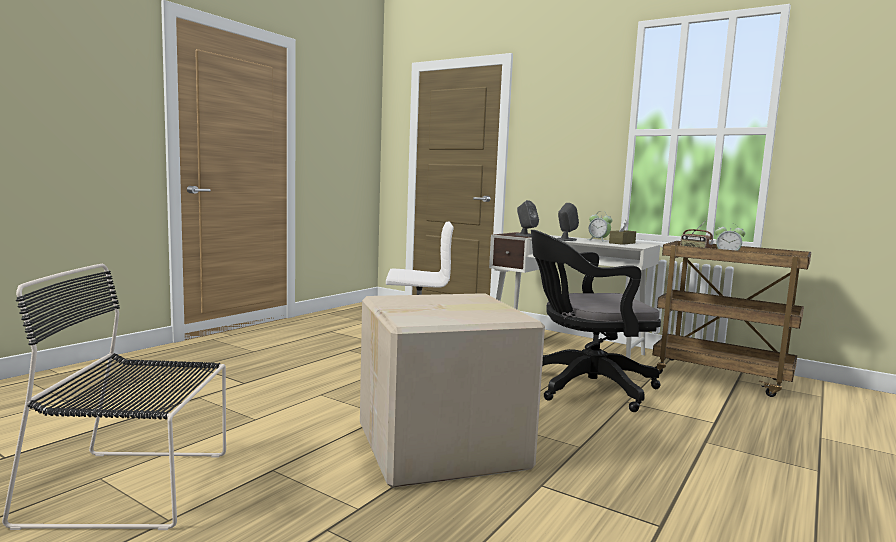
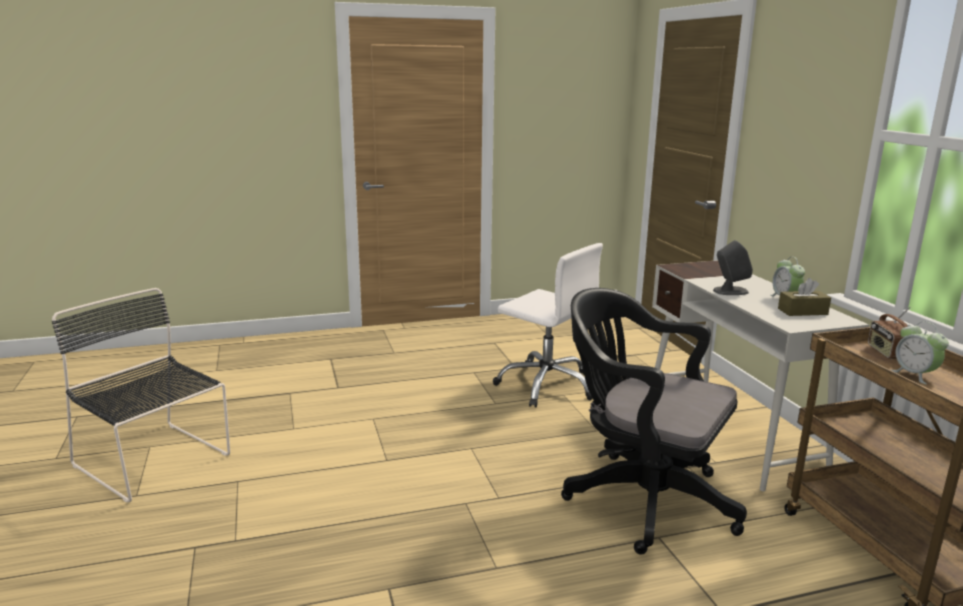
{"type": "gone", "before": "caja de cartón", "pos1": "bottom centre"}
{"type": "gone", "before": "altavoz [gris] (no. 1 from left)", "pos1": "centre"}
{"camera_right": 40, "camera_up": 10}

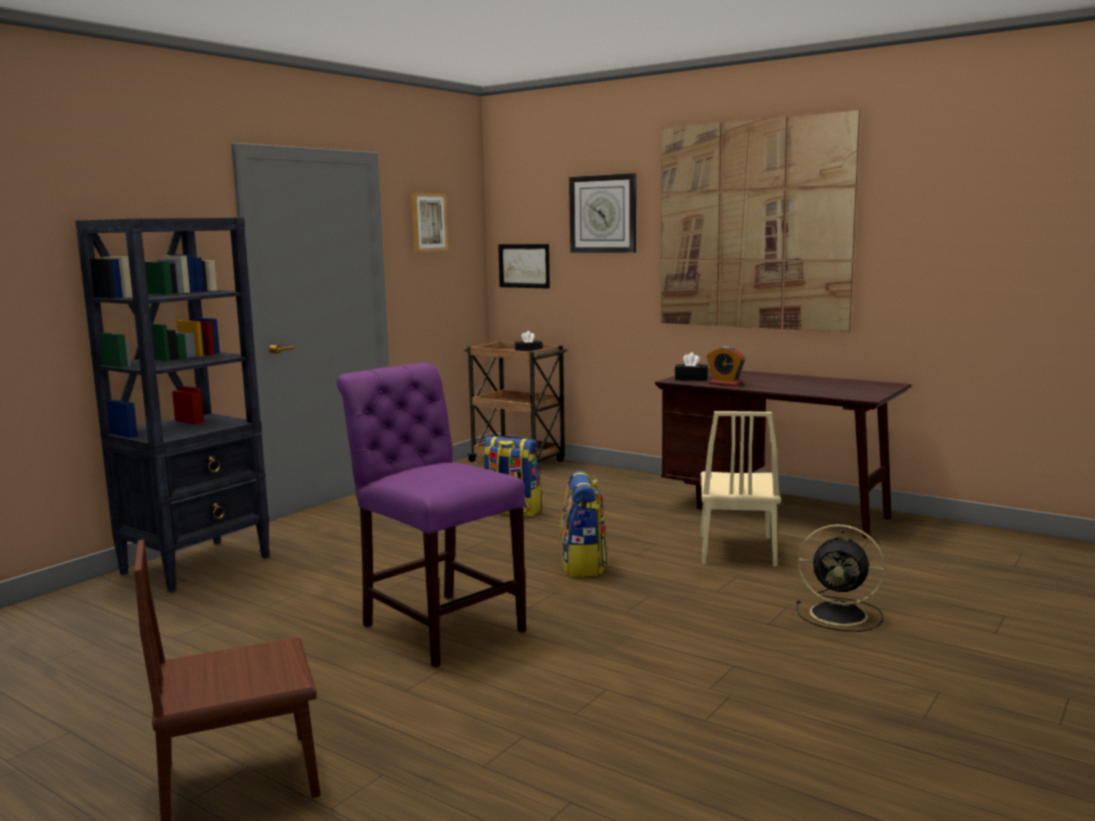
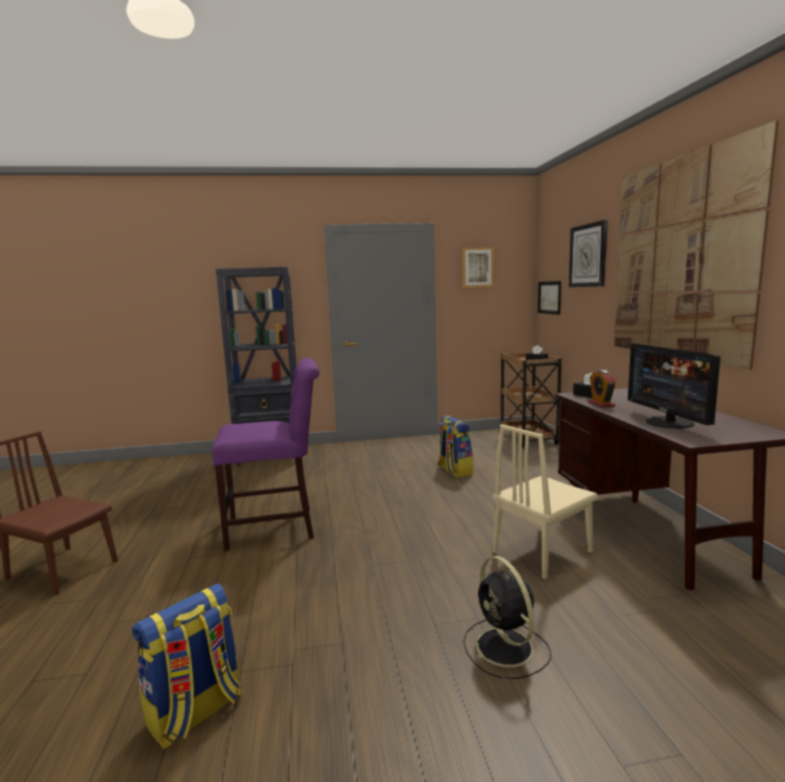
{"type": "rotated", "before": "silla [morado]", "pos1": "centre", "pos2": "centre", "turn": 75}
{"type": "shifted", "before": "mochila (no. 2 from left in the first image)", "after": "mochila (no. 1 from left)", "pos1": "centre", "pos2": "bottom left"}
{"type": "new", "after": "monitor", "pos2": "middle right"}
{"camera_right": 45, "camera_up": 0}

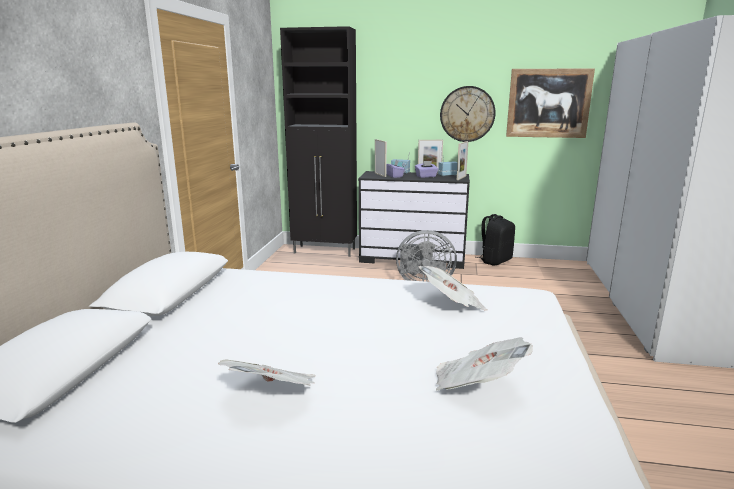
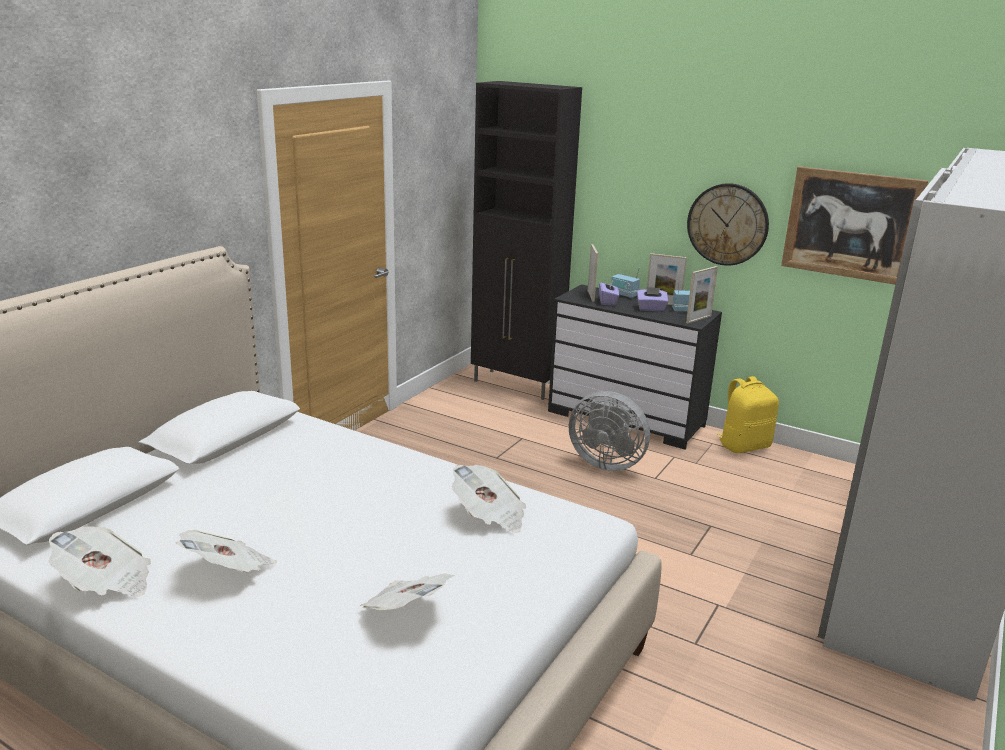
{"type": "repainted", "before": "mochila [negro]", "after": "mochila [amarillo]", "pos1": "middle right", "pos2": "middle right"}
{"type": "new", "after": "periódico (no. 1 from left)", "pos2": "bottom left"}
{"camera_right": 20, "camera_up": 5}

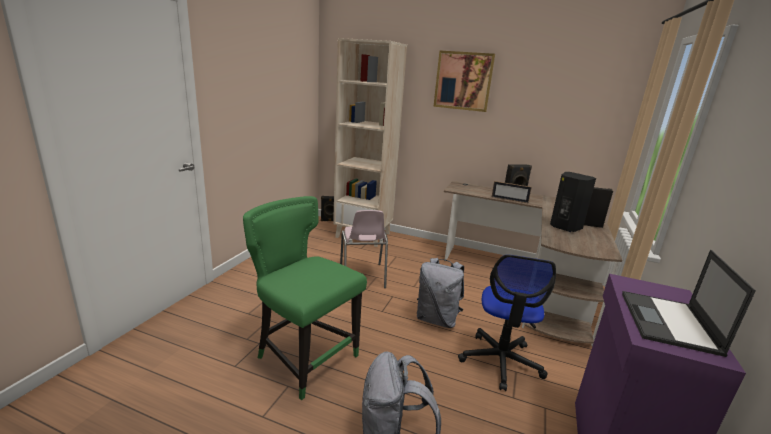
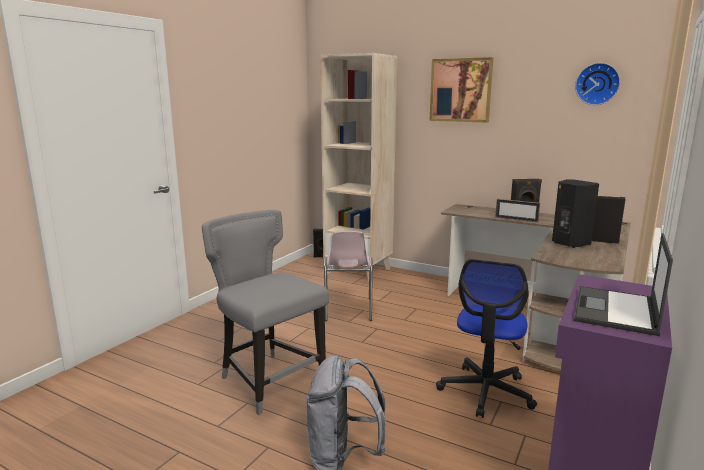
{"type": "repainted", "before": "silla [verde]", "after": "silla [gris]", "pos1": "bottom centre", "pos2": "centre"}
{"type": "gone", "before": "mochila [gris] (no. 2 from left)", "pos1": "bottom centre"}
{"type": "new", "after": "reloj de pared", "pos2": "top right"}
{"camera_right": 10, "camera_up": -5}

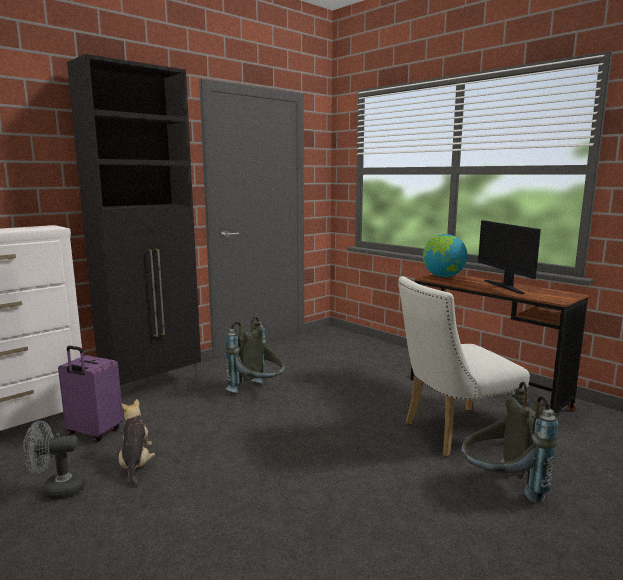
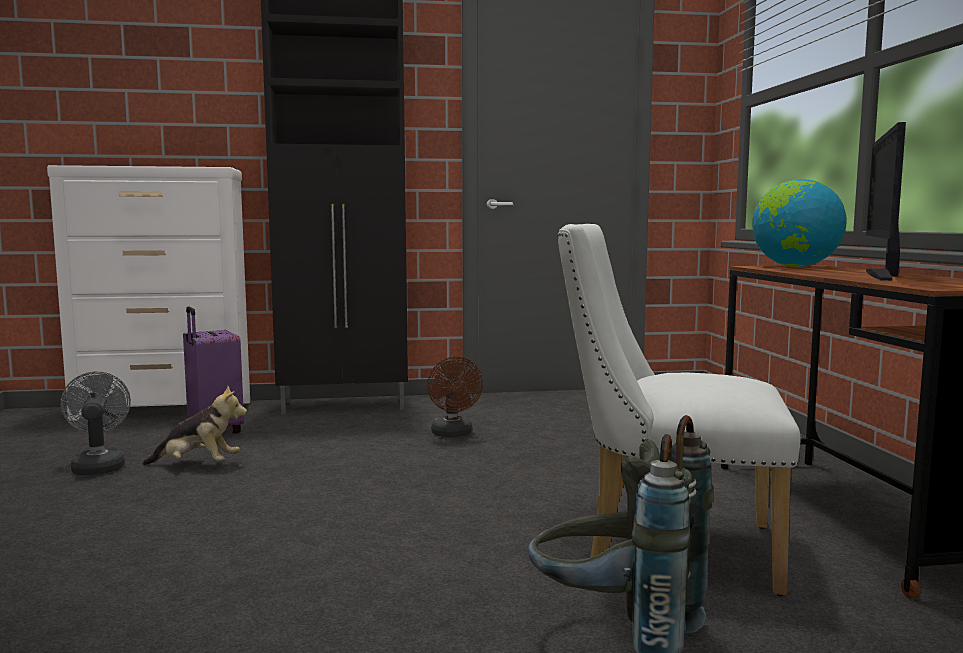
{"type": "rotated", "before": "ventilador [gris]", "pos1": "bottom left", "pos2": "middle left", "turn": 45}
{"type": "rotated", "before": "peluche", "pos1": "bottom left", "pos2": "middle left", "turn": 75}
{"type": "swapped", "before": "mochila [gris] (no. 1 from left)", "after": "ventilador [marrón]", "pos1": "centre", "pos2": "centre"}
{"camera_right": 35, "camera_up": -5}

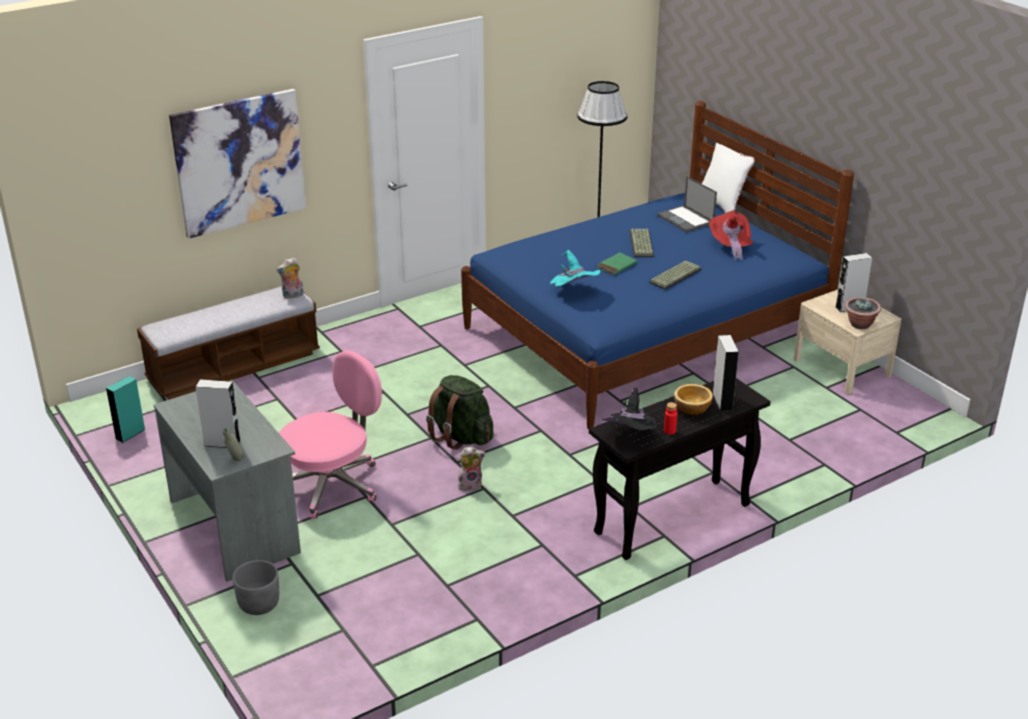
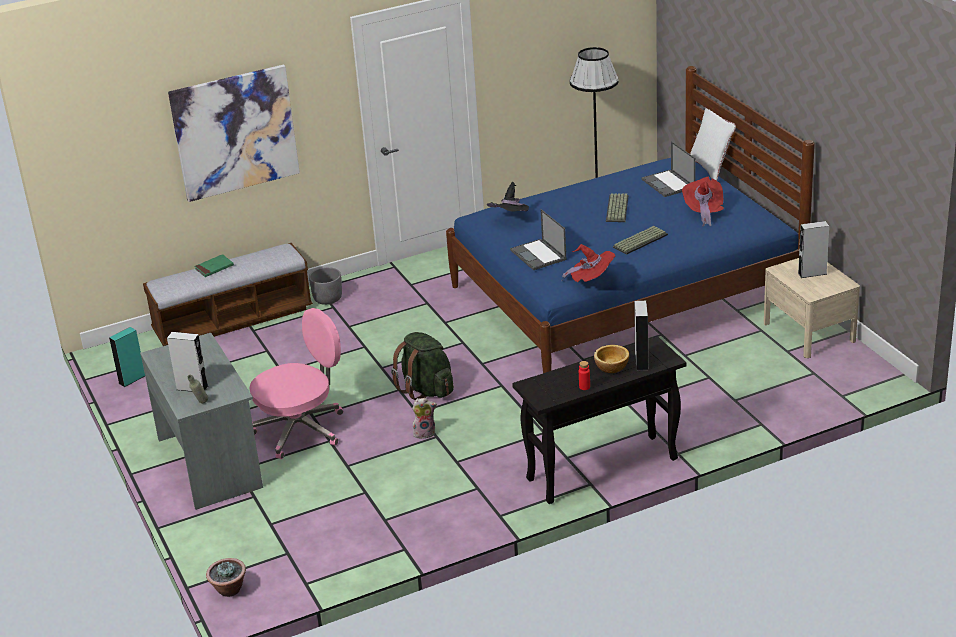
{"type": "shifted", "before": "maceta [gris]", "pos1": "bottom left", "pos2": "centre"}
{"type": "gone", "before": "peluche (no. 1 from left)", "pos1": "middle left"}
{"type": "swapped", "before": "sombrero [turquesa]", "after": "portátil (no. 1 from left)", "pos1": "centre", "pos2": "centre"}
{"type": "shifted", "before": "libro [verde]", "pos1": "centre", "pos2": "middle left"}
{"type": "shifted", "before": "sombrero [negro]", "pos1": "centre", "pos2": "top centre"}
{"type": "shifted", "before": "planta en maceta", "pos1": "middle right", "pos2": "bottom left"}
{"type": "new", "after": "sombrero [rojo] (no. 1 from left)", "pos2": "centre"}
{"camera_right": 10, "camera_up": 0}

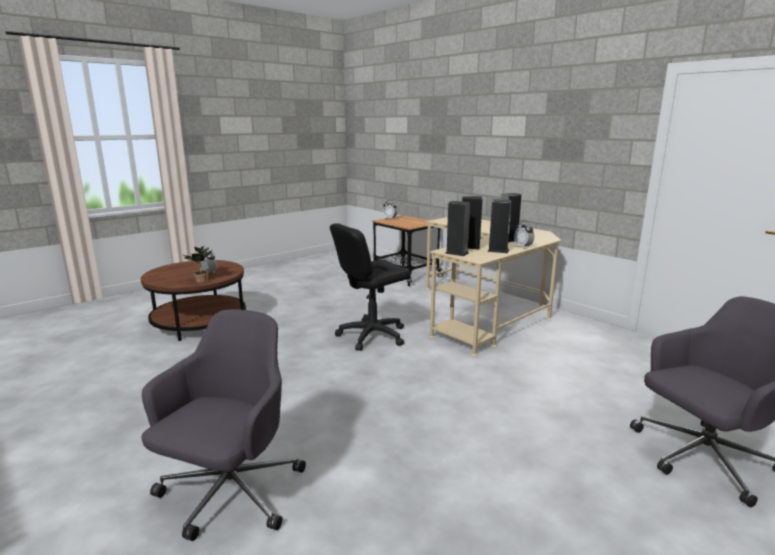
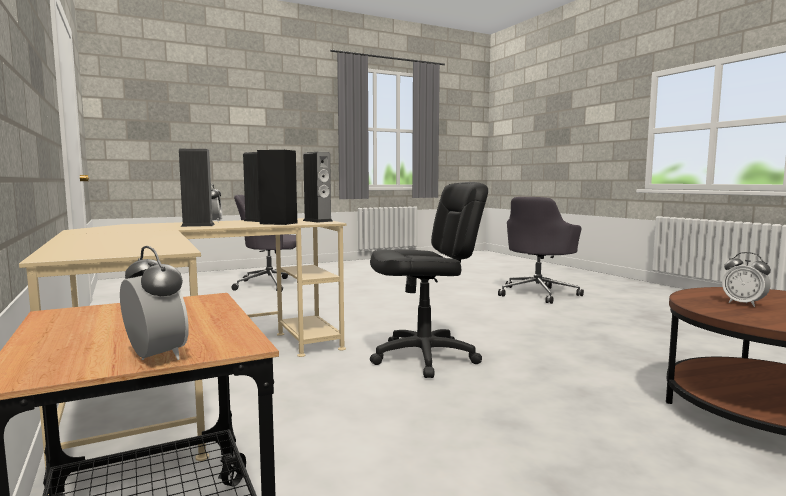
{"type": "gone", "before": "planta en maceta", "pos1": "middle left"}
{"camera_right": -165, "camera_up": -10}

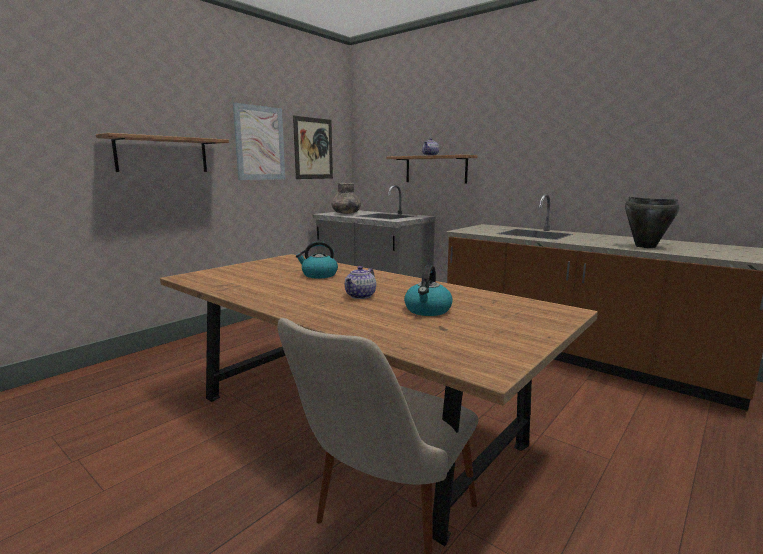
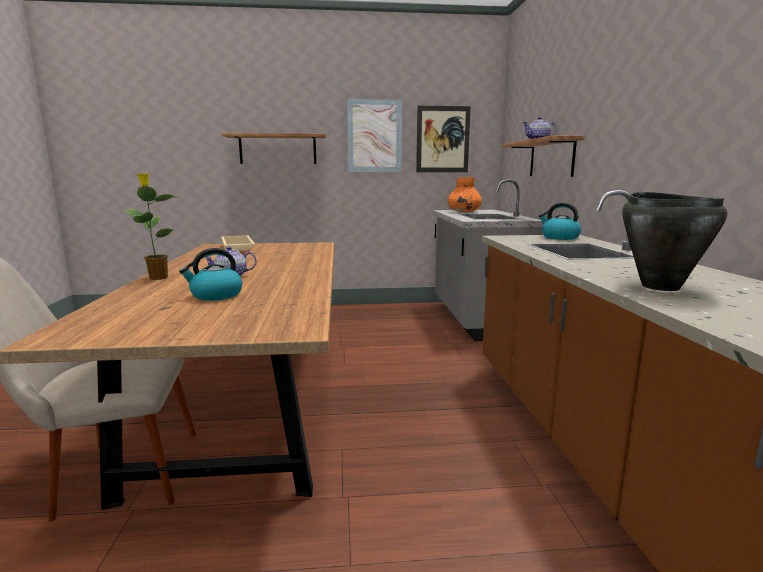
{"type": "shifted", "before": "hervidor (no. 1 from left in the first image)", "after": "hervidor (no. 2 from left)", "pos1": "centre", "pos2": "middle right"}
{"type": "repainted", "before": "florero [gris]", "after": "florero [naranja]", "pos1": "centre", "pos2": "centre"}
{"type": "new", "after": "planta en maceta", "pos2": "middle left"}
{"type": "new", "after": "bandeja [beis]", "pos2": "middle left"}
{"camera_right": 45, "camera_up": 0}

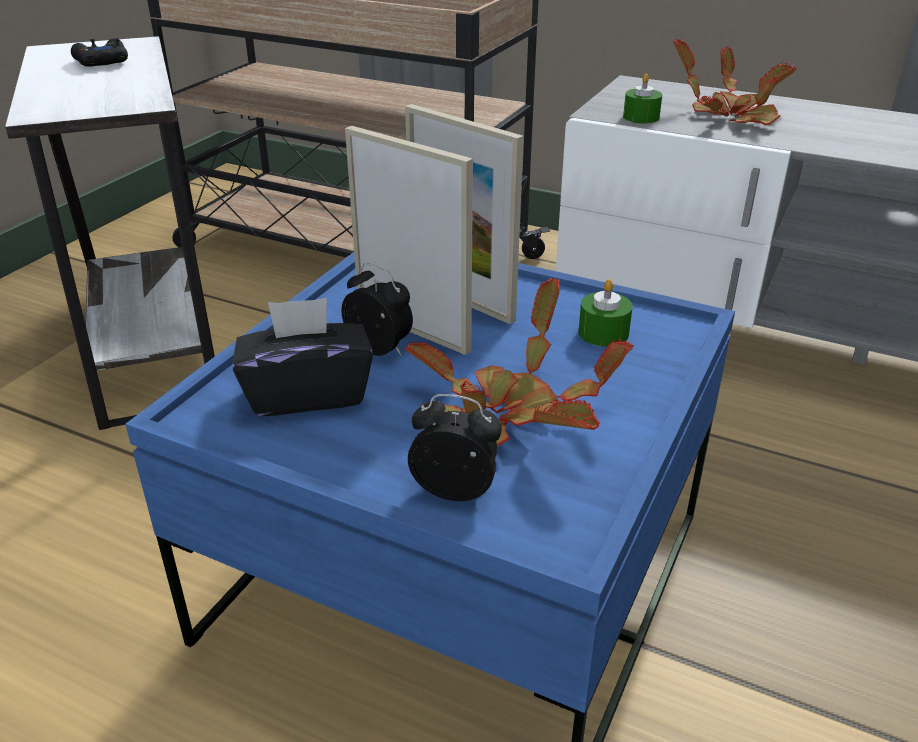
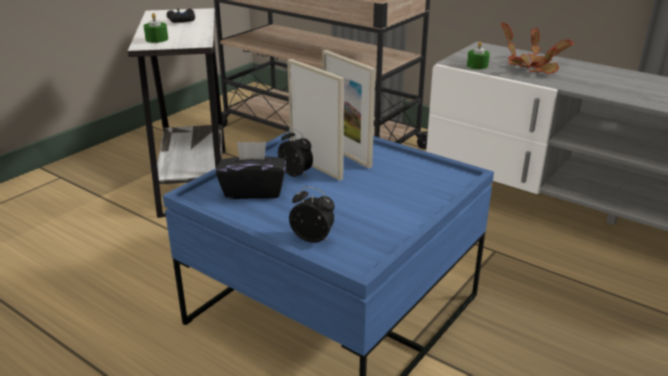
{"type": "gone", "before": "planta en maceta (no. 1 from left)", "pos1": "centre"}
{"type": "shifted", "before": "vela [verde] (no. 1 from left)", "pos1": "centre", "pos2": "top left"}
{"camera_right": 10, "camera_up": -5}

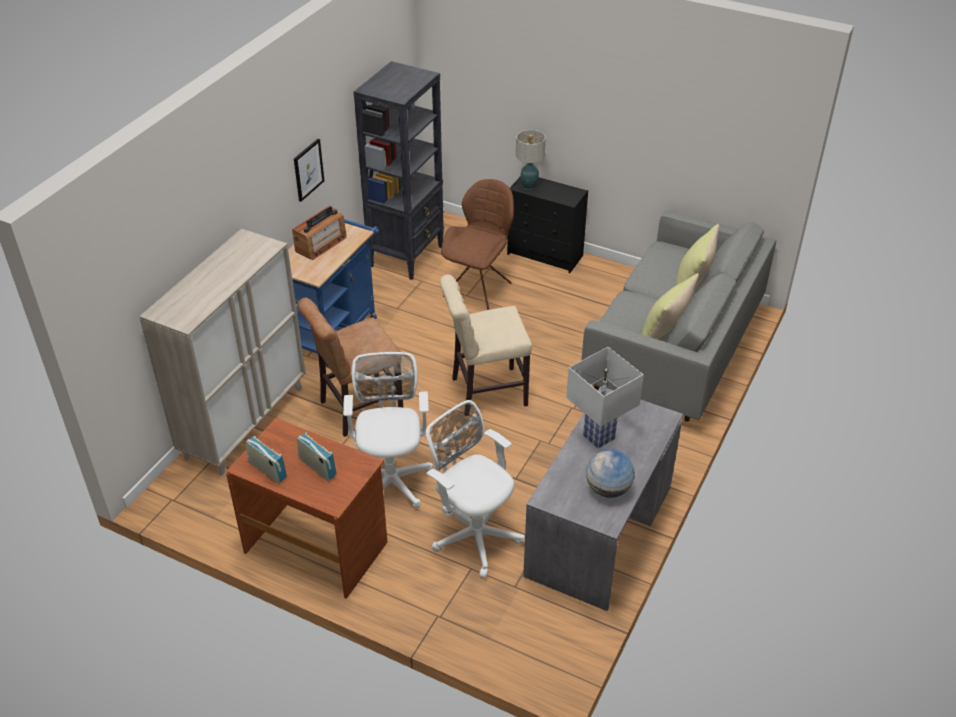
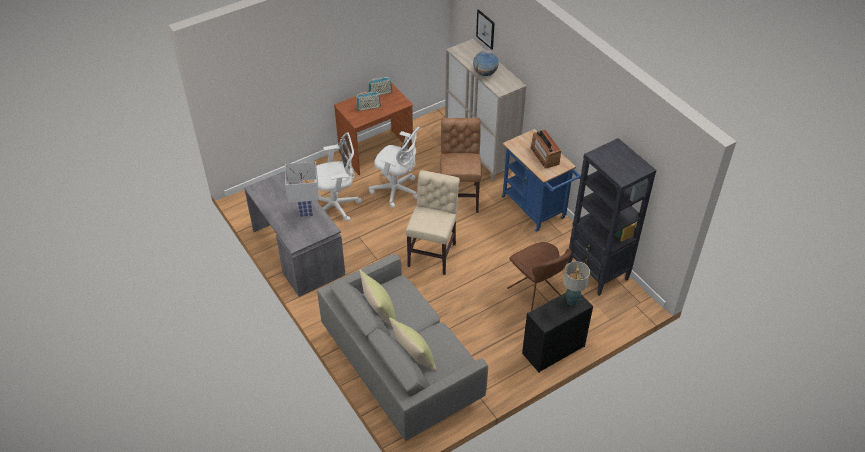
{"type": "shifted", "before": "cuadro", "pos1": "top left", "pos2": "top centre"}
{"type": "shifted", "before": "globo terráqueo", "pos1": "centre", "pos2": "top centre"}
{"camera_right": 120, "camera_up": 5}

